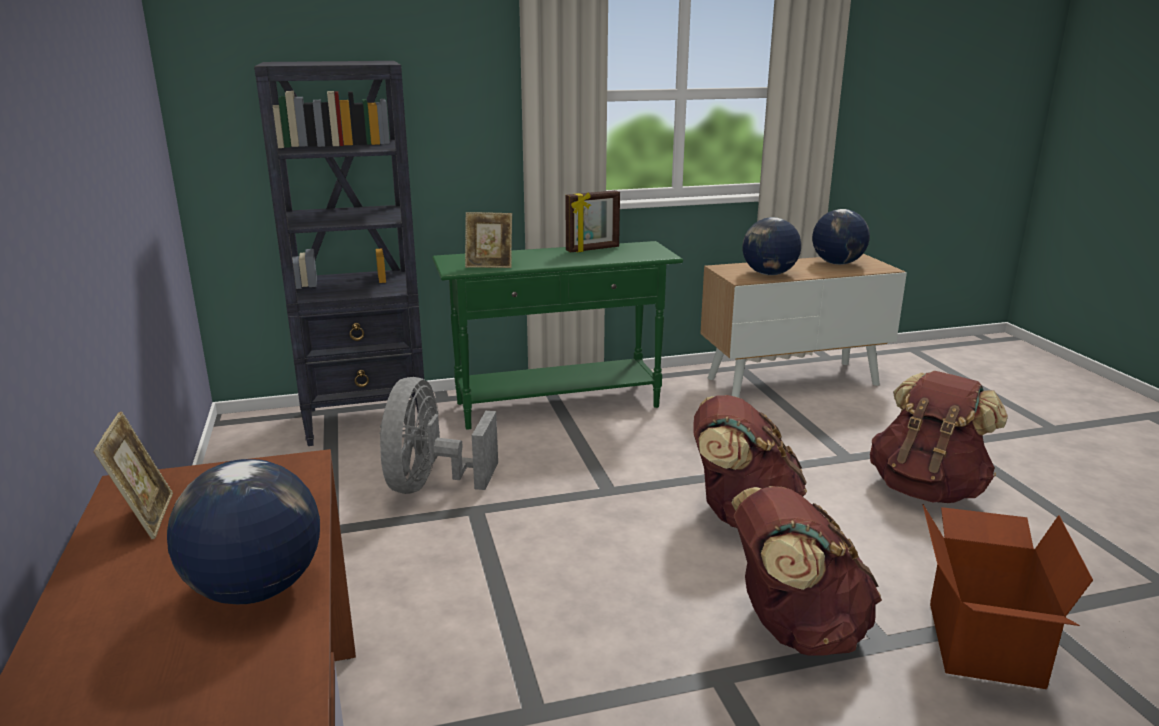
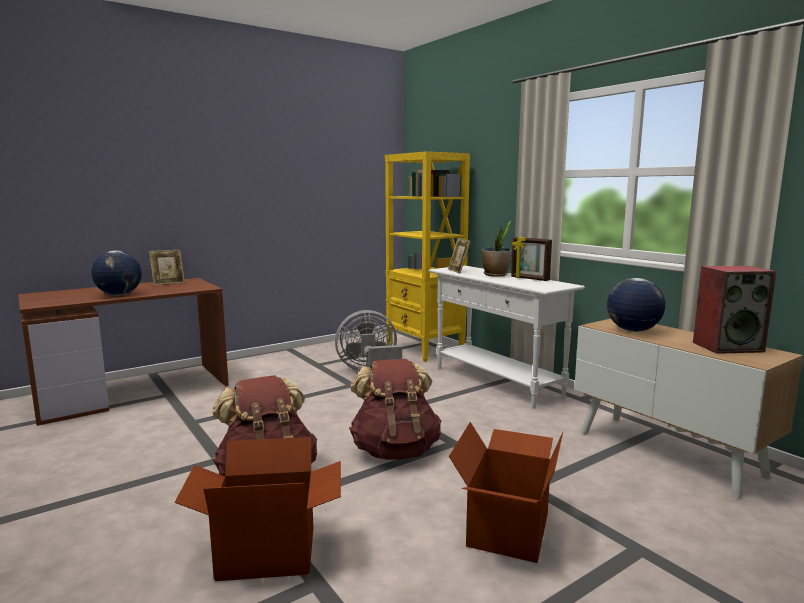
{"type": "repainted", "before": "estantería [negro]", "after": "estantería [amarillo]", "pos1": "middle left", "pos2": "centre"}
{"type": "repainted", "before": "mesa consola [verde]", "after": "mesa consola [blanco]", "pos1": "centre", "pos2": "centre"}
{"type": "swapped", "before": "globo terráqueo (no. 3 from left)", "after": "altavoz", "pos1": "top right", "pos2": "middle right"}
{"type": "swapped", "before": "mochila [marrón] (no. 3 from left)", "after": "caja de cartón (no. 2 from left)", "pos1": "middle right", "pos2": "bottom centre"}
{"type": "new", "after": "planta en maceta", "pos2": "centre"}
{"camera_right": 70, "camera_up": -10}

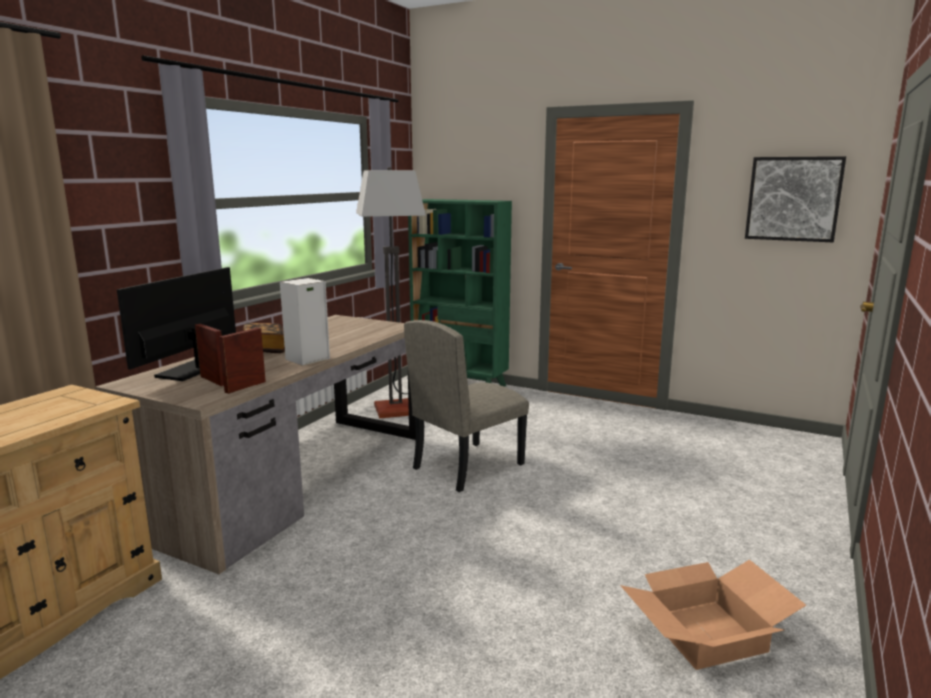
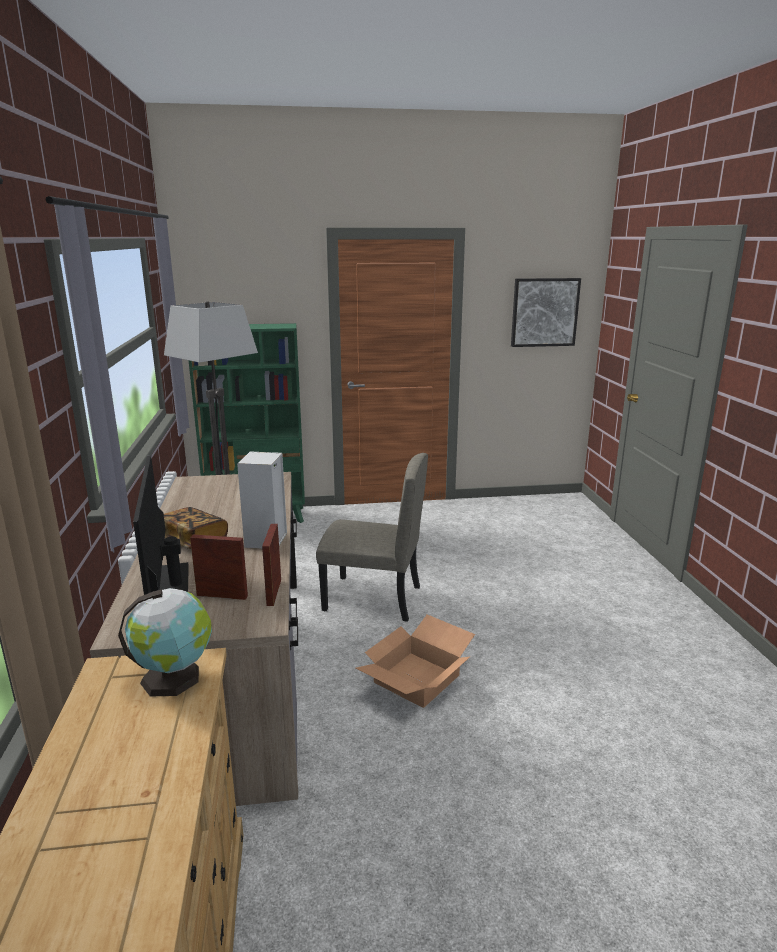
{"type": "rotated", "before": "silla [beis]", "pos1": "centre", "pos2": "centre", "turn": -90}
{"type": "shifted", "before": "caja de cartón", "pos1": "bottom right", "pos2": "bottom centre"}
{"type": "new", "after": "globo terráqueo", "pos2": "bottom left"}
{"camera_right": -35, "camera_up": 5}

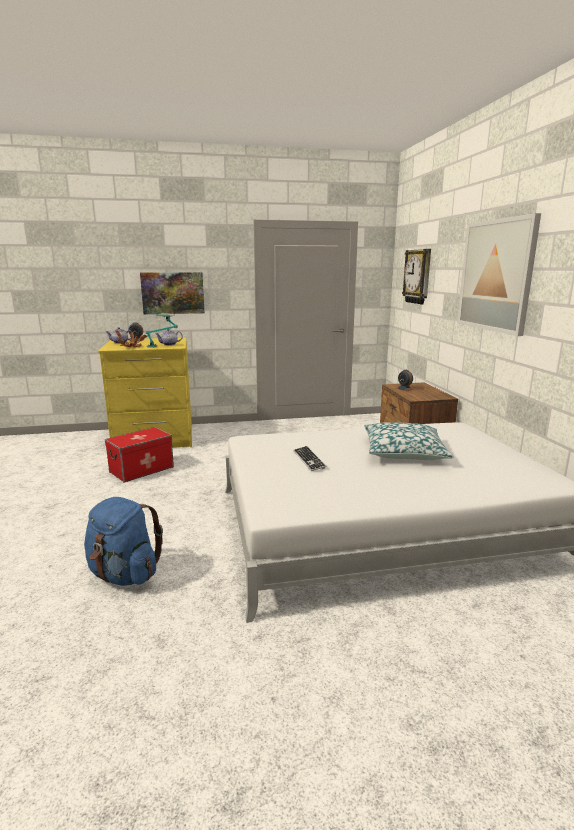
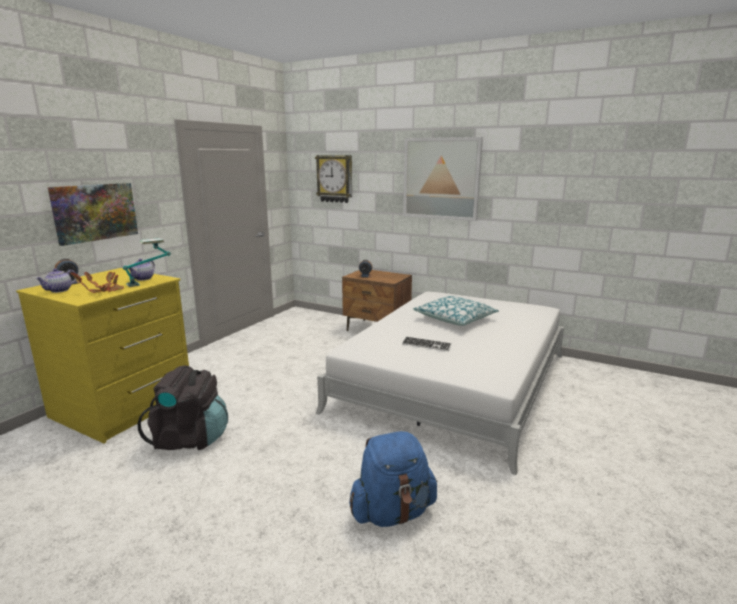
{"type": "swapped", "before": "caja de almacenaje", "after": "mochila [negro]", "pos1": "middle left", "pos2": "bottom left"}
{"camera_right": -50, "camera_up": 0}

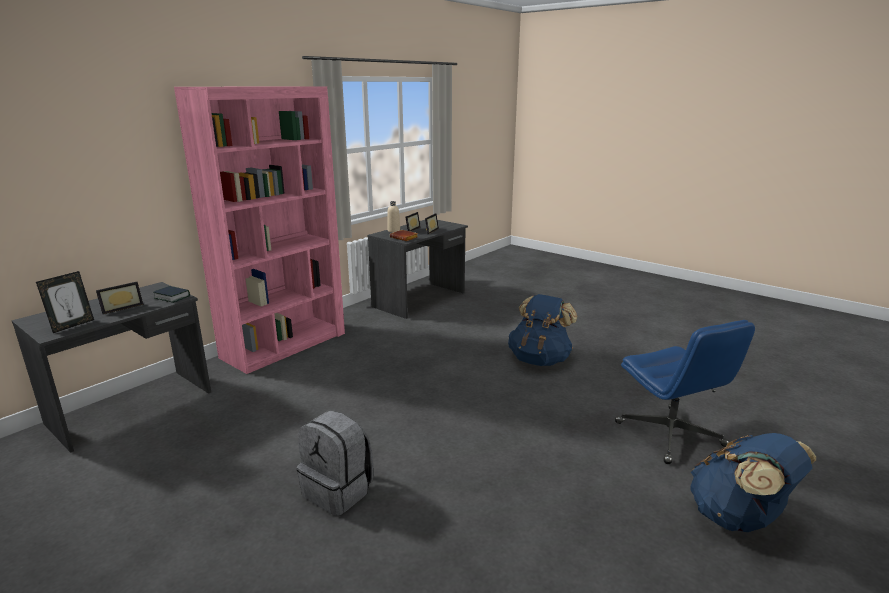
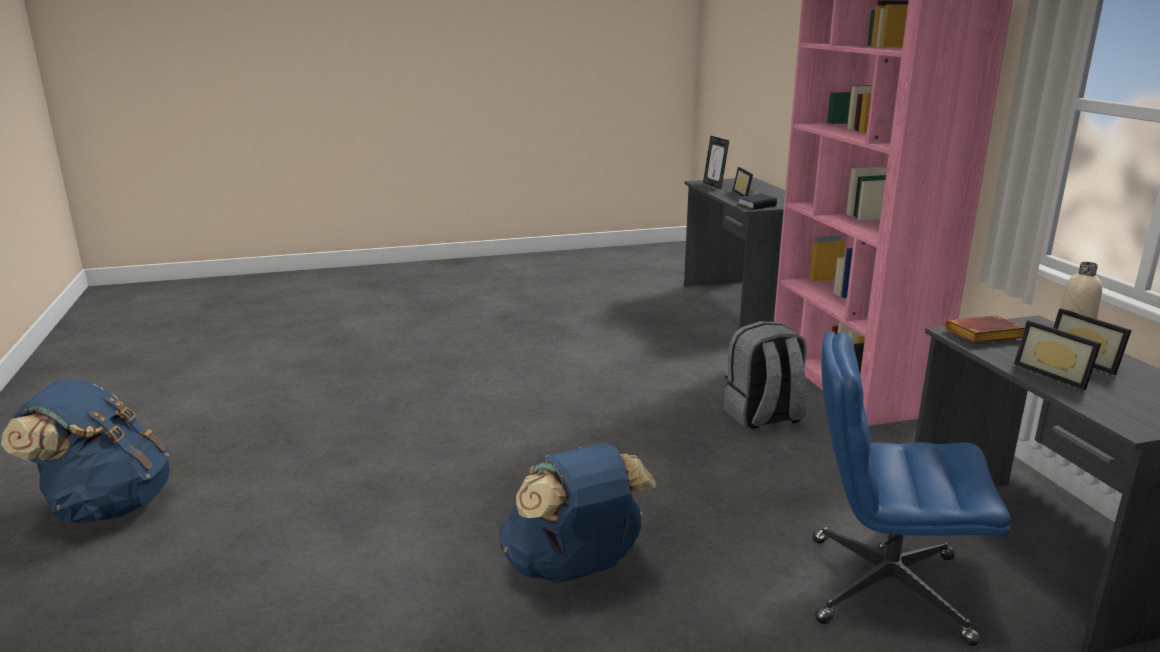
{"type": "shifted", "before": "mochila [gris]", "pos1": "bottom centre", "pos2": "centre"}
{"type": "shifted", "before": "silla de oficina [azul]", "pos1": "middle right", "pos2": "bottom right"}
{"camera_right": 125, "camera_up": 0}

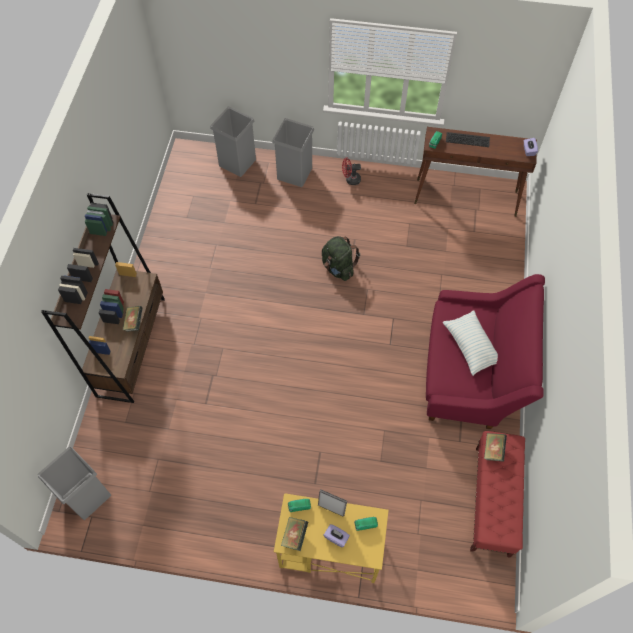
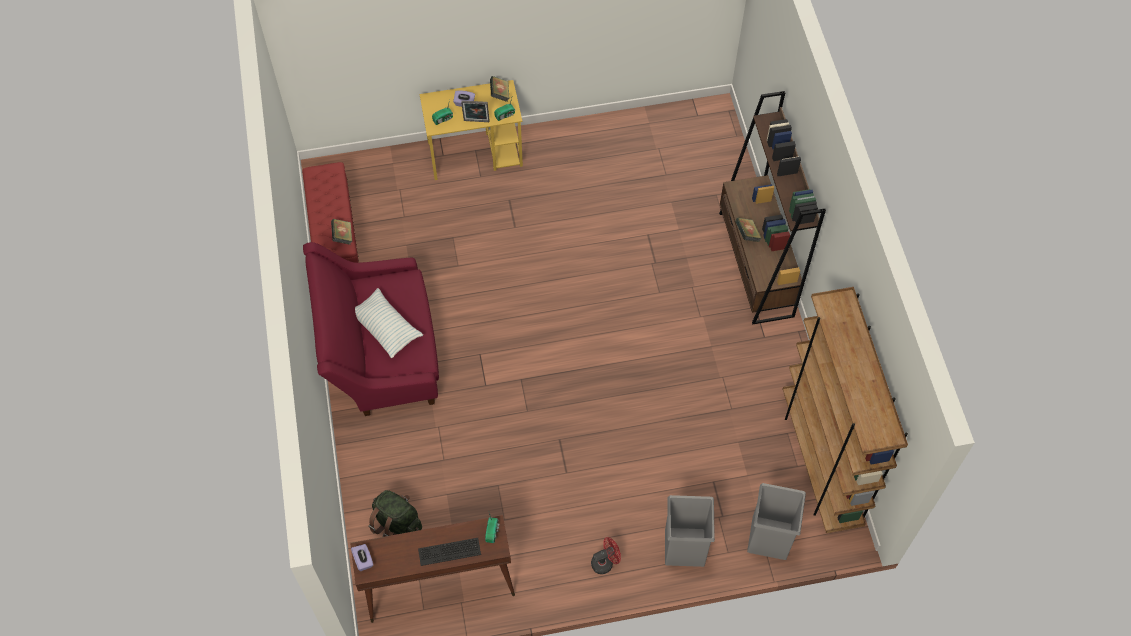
{"type": "gone", "before": "papelera [gris] (no. 1 from left)", "pos1": "bottom left"}
{"type": "shifted", "before": "mochila [verde]", "pos1": "centre", "pos2": "bottom centre"}
{"type": "new", "after": "estantería [marrón] (no. 2 from left)", "pos2": "middle right"}
{"camera_right": 160, "camera_up": 0}

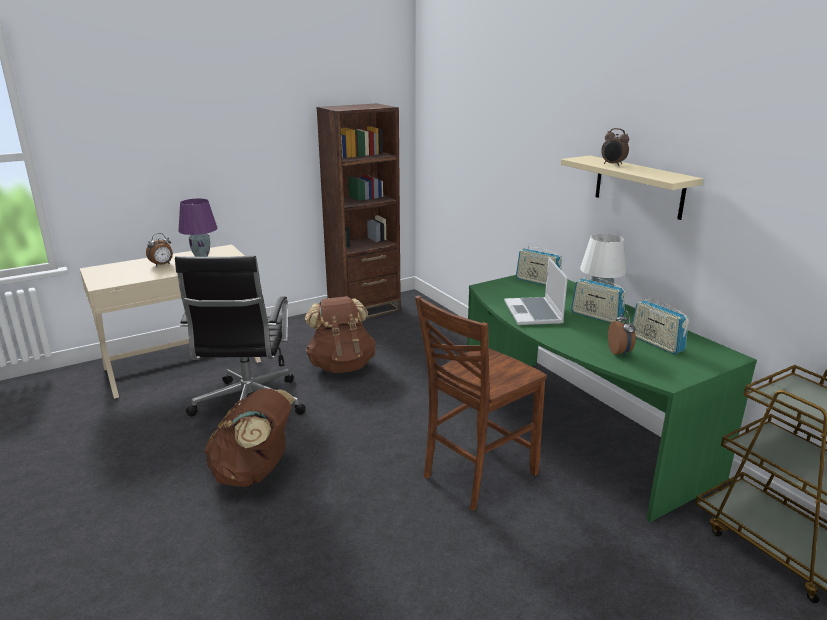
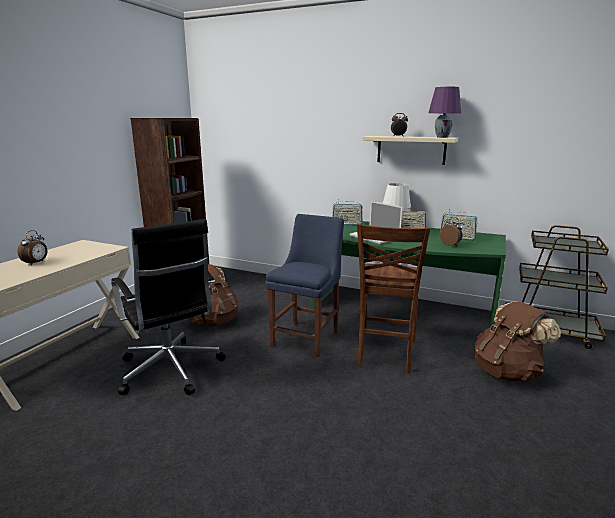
{"type": "shifted", "before": "lámpara de mesa [morado]", "pos1": "middle left", "pos2": "top right"}
{"type": "shifted", "before": "mochila [marrón] (no. 1 from left in the first image)", "after": "mochila [marrón] (no. 2 from left)", "pos1": "bottom left", "pos2": "middle right"}
{"type": "new", "after": "silla [azul]", "pos2": "centre"}
{"camera_right": -35, "camera_up": -5}

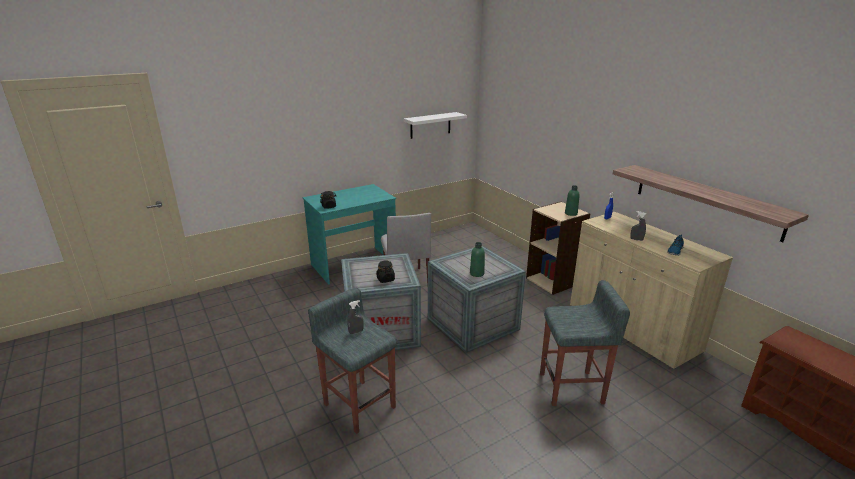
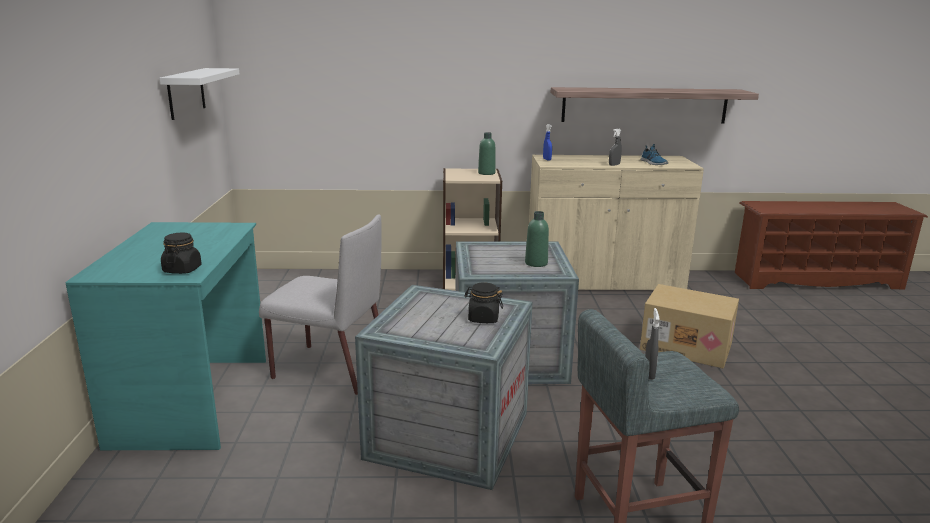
{"type": "swapped", "before": "taburete [gris] (no. 2 from left)", "after": "caja de cartón", "pos1": "bottom right", "pos2": "middle right"}
{"camera_right": -60, "camera_up": -5}

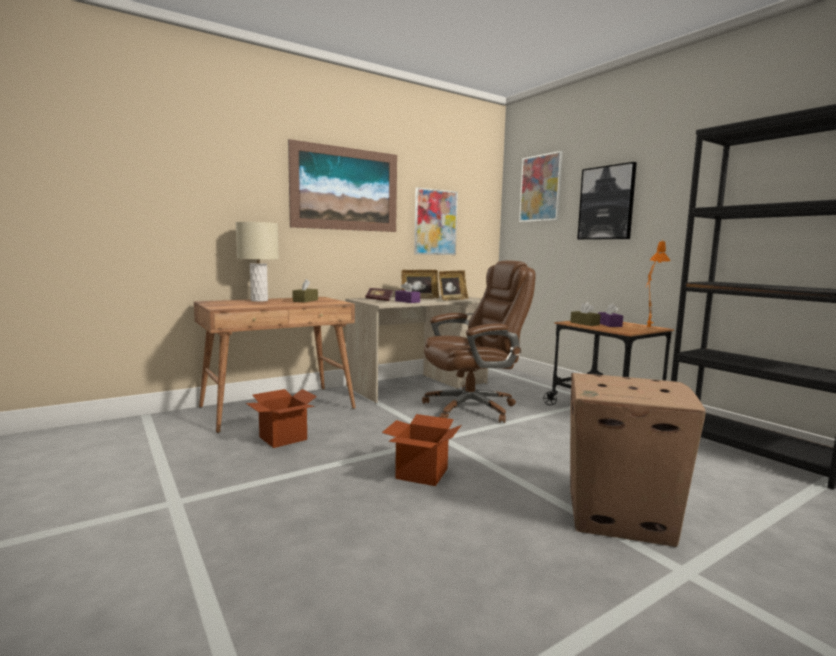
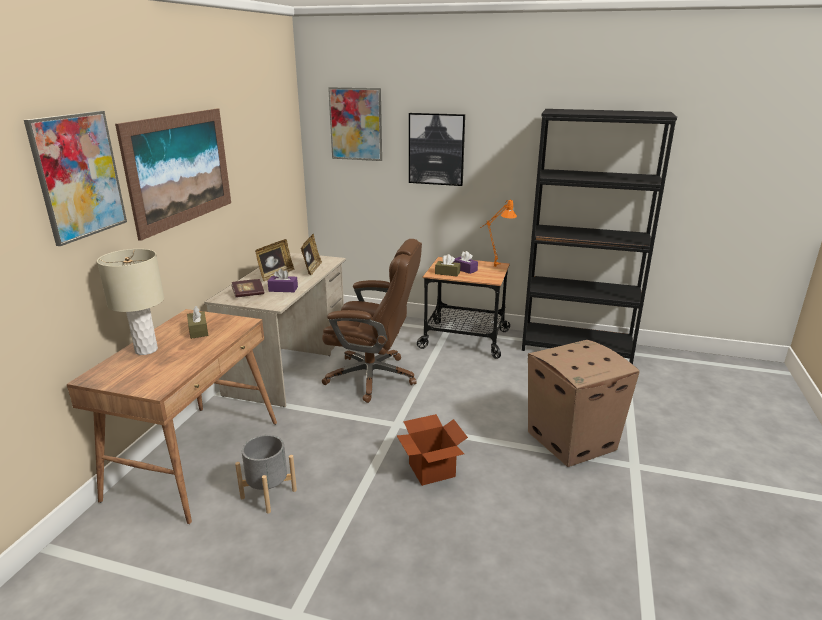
{"type": "swapped", "before": "caja de cartón (no. 1 from left)", "after": "maceta [gris]", "pos1": "centre", "pos2": "bottom left"}
{"type": "shifted", "before": "cuadro (no. 2 from left in the first image)", "after": "cuadro (no. 1 from left)", "pos1": "centre", "pos2": "top left"}
{"type": "rotated", "before": "silla de oficina [marrón]", "pos1": "centre", "pos2": "centre", "turn": 75}
{"camera_right": -40, "camera_up": 15}

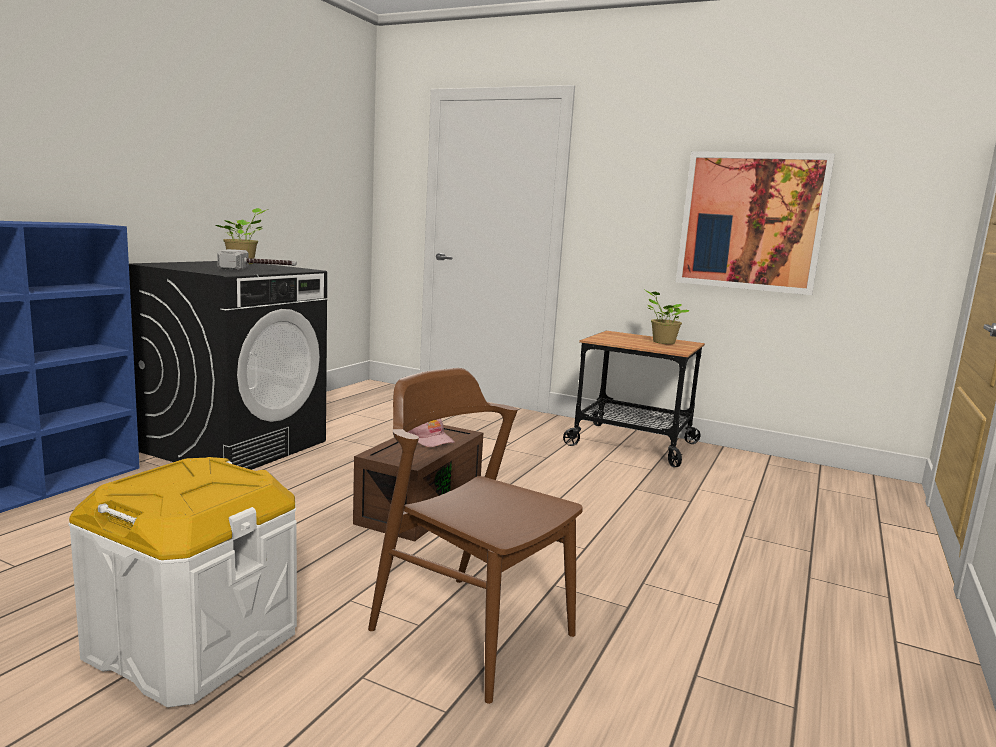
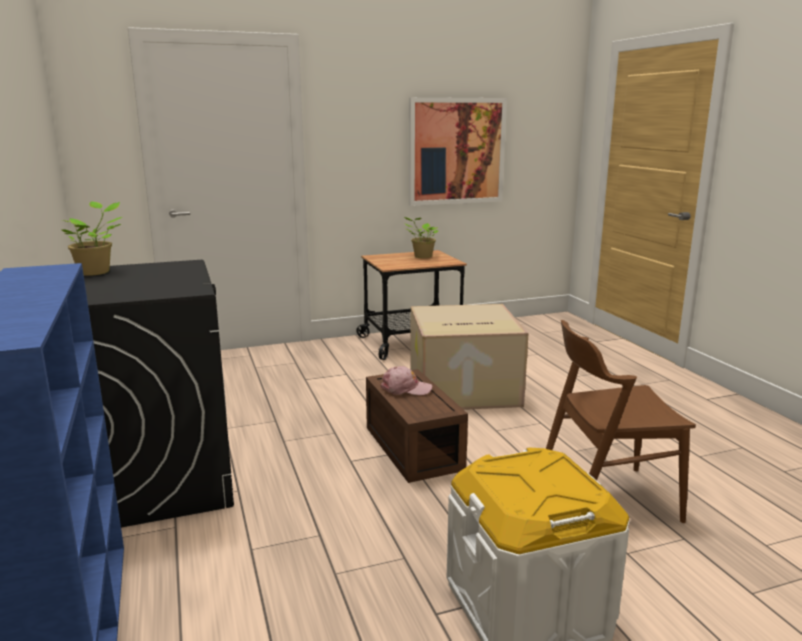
{"type": "gone", "before": "martillo", "pos1": "middle left"}
{"type": "new", "after": "caja de cartón", "pos2": "centre"}
{"camera_right": -45, "camera_up": 5}

